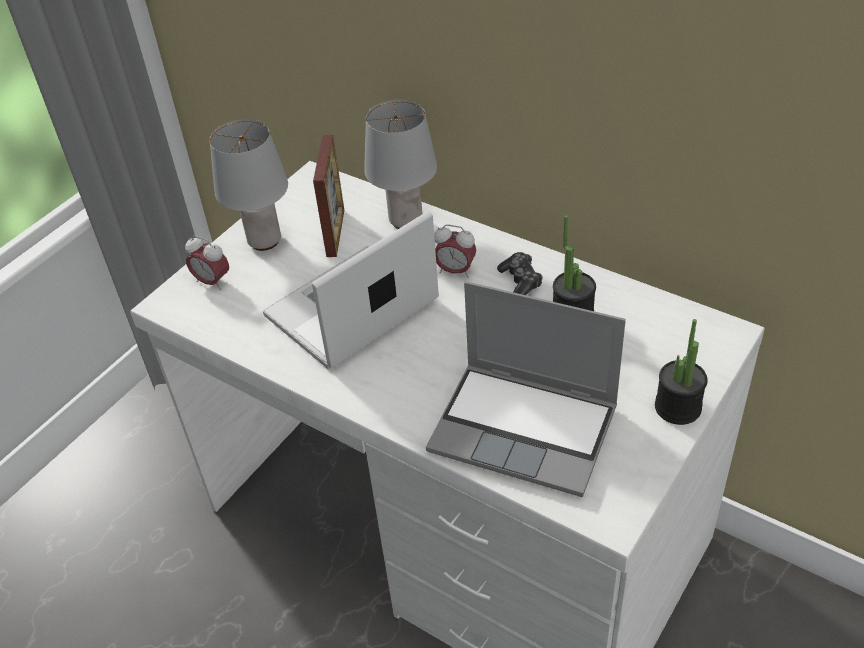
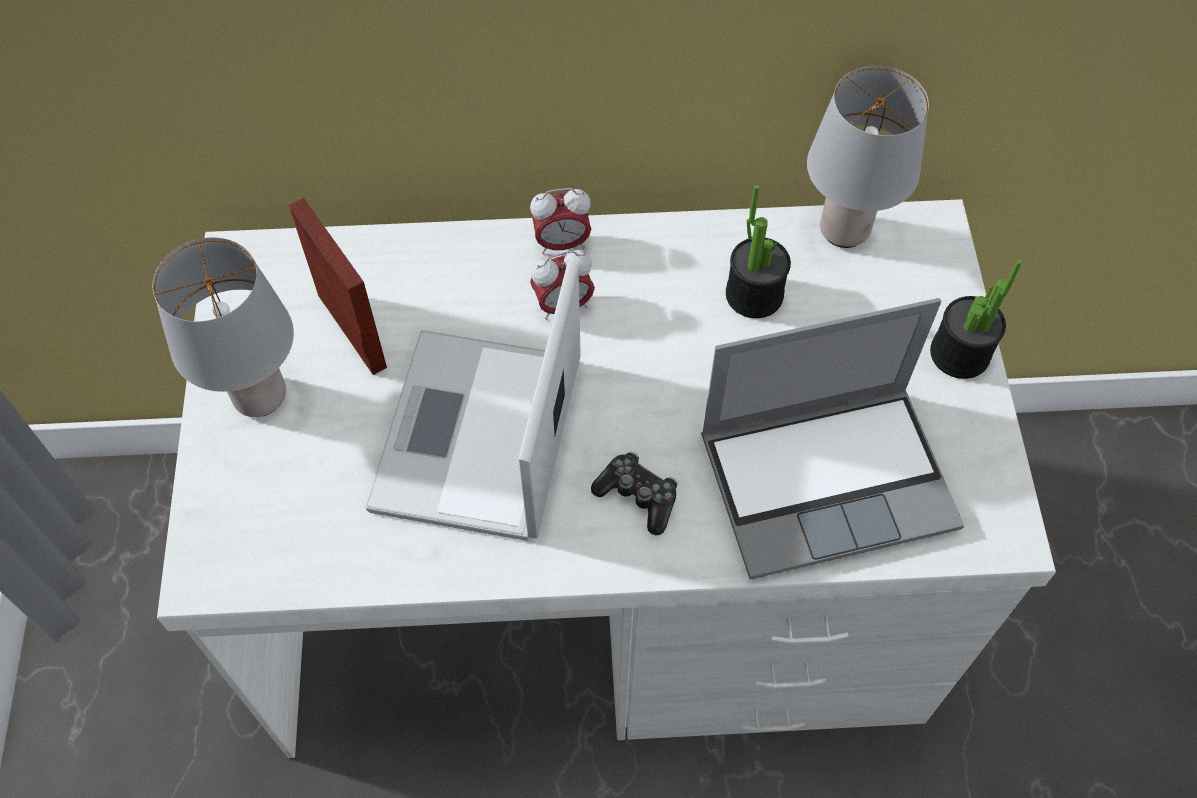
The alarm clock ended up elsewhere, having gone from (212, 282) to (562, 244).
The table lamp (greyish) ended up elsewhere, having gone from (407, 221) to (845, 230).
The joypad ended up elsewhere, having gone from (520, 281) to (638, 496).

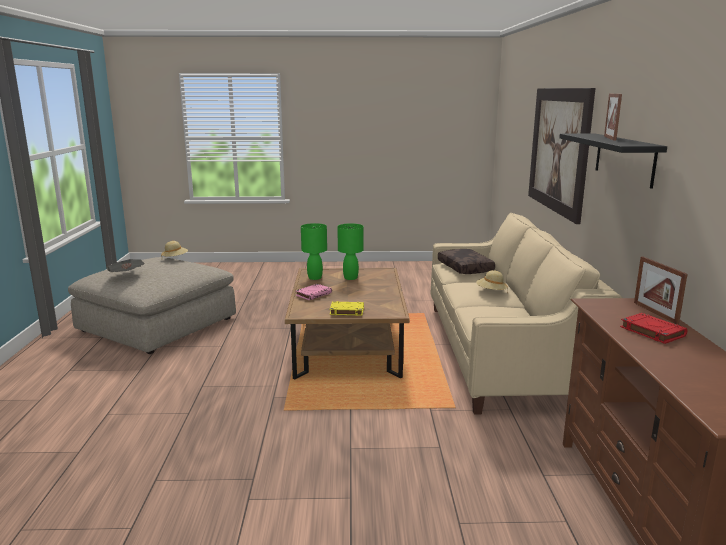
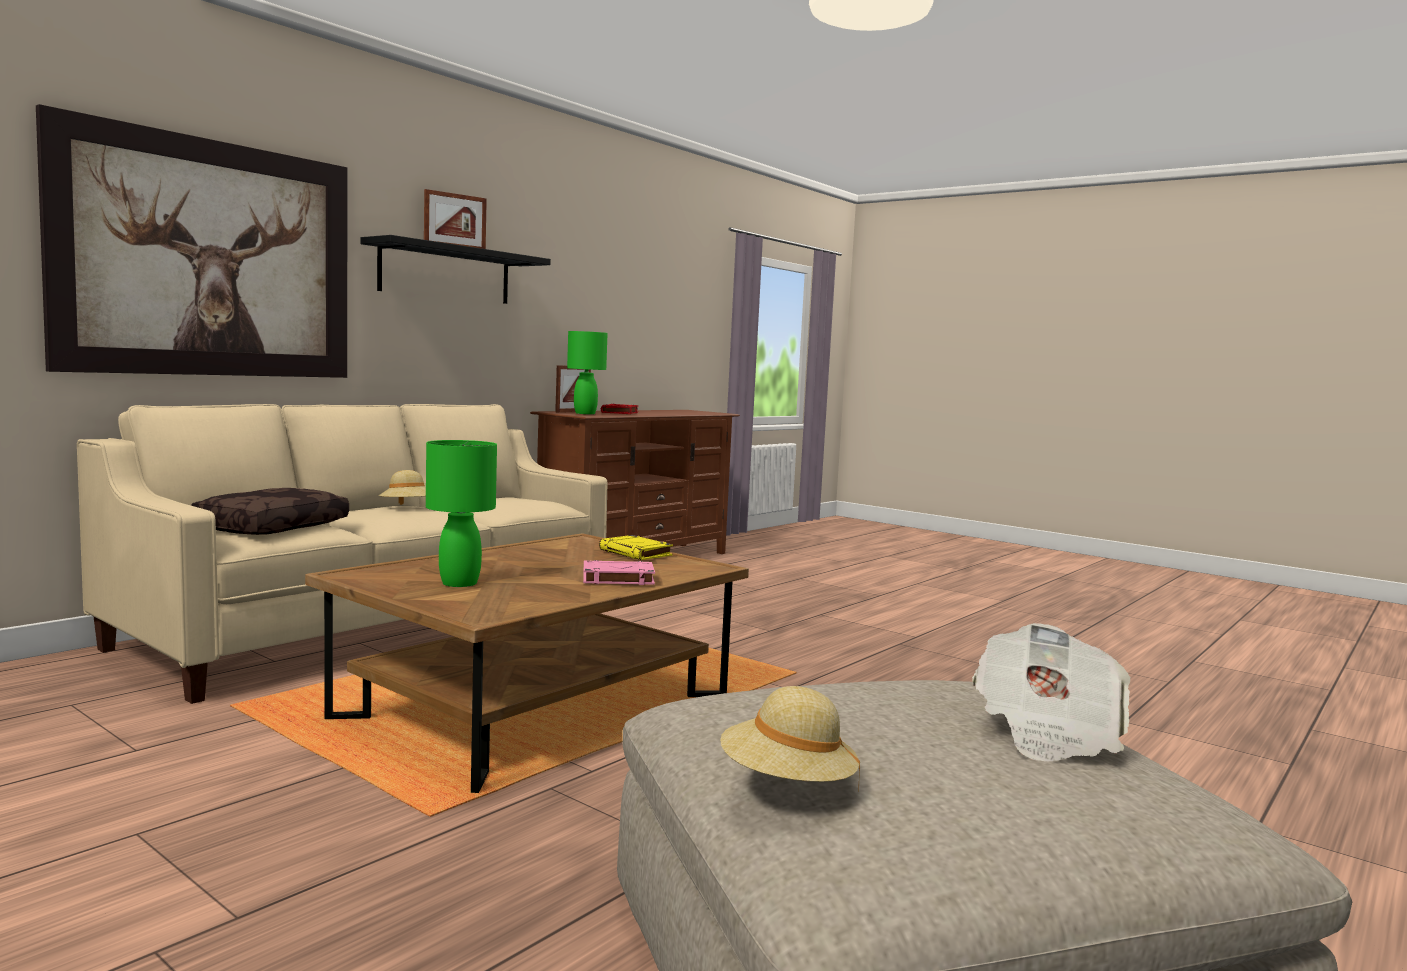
The table lamp (greenish) ended up elsewhere, having gone from (315, 278) to (584, 413).

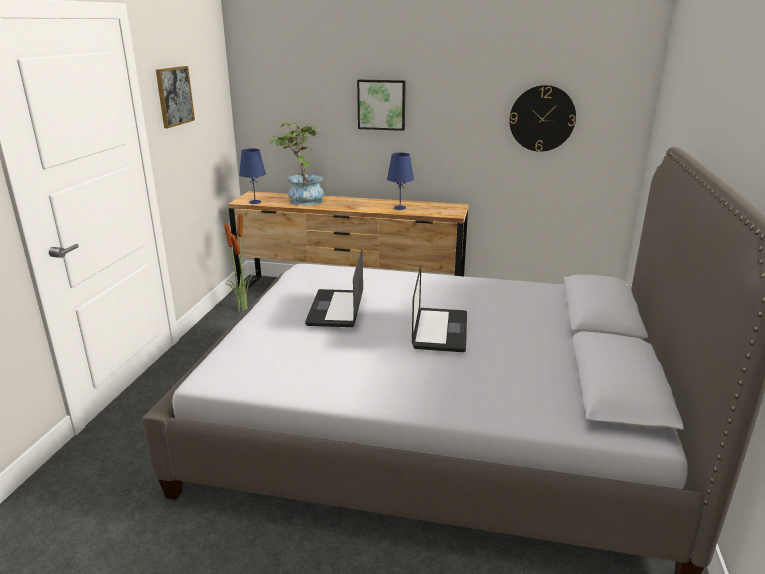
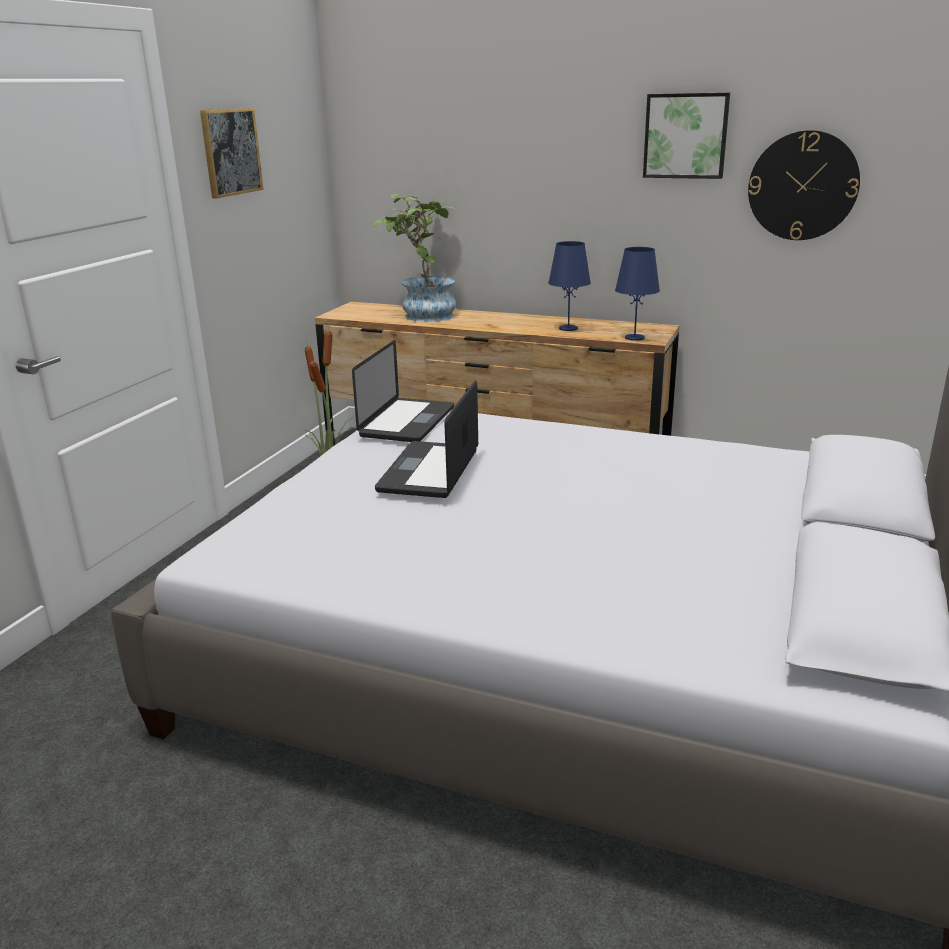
The table lamp (bluish) ended up elsewhere, having gone from (255, 202) to (635, 338).
The wall art ended up elsewhere, having gone from (381, 104) to (686, 136).
The notebook computer ended up elsewhere, having gone from (440, 331) to (407, 422).

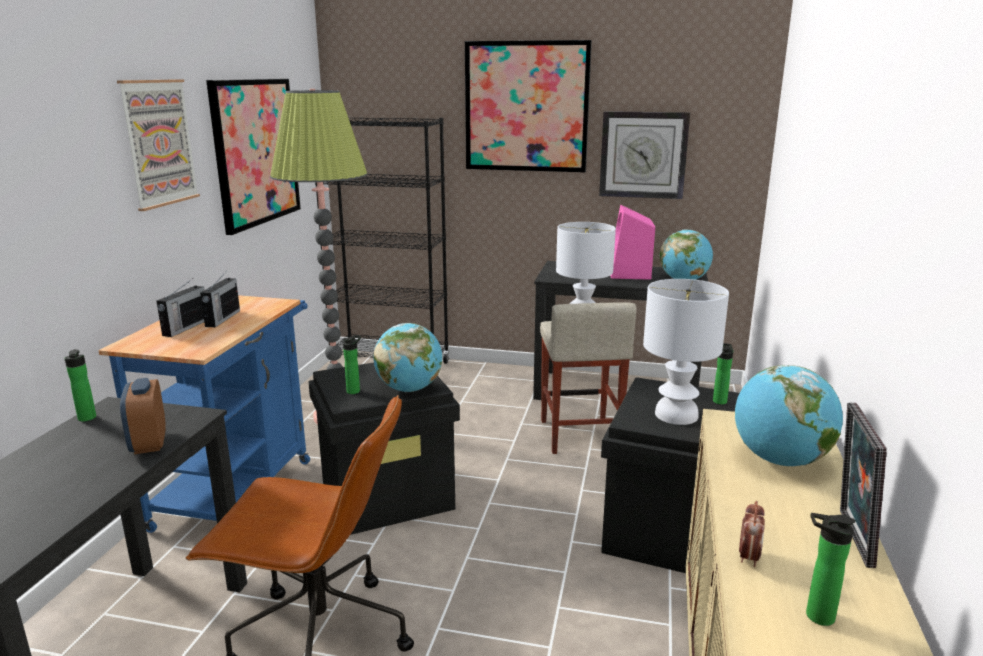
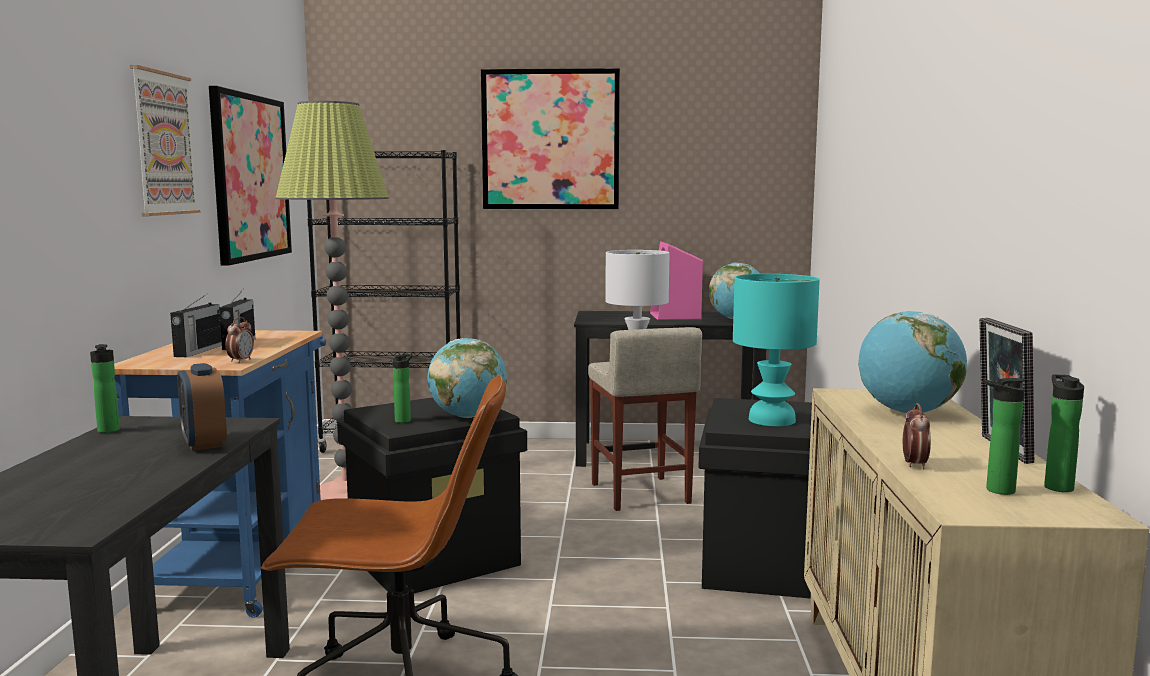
The second view lost the clock on the wall at (643, 155).
The second view gained the alarm clock at (241, 361).
The bottle ended up elsewhere, having gone from (719, 400) to (1057, 486).
What was the table lamp (white) at (675, 415) turned into the table lamp (turquoise-coloured) at (770, 420).

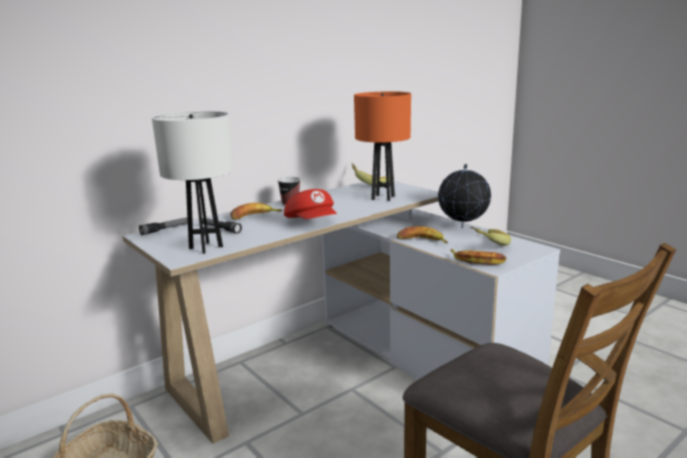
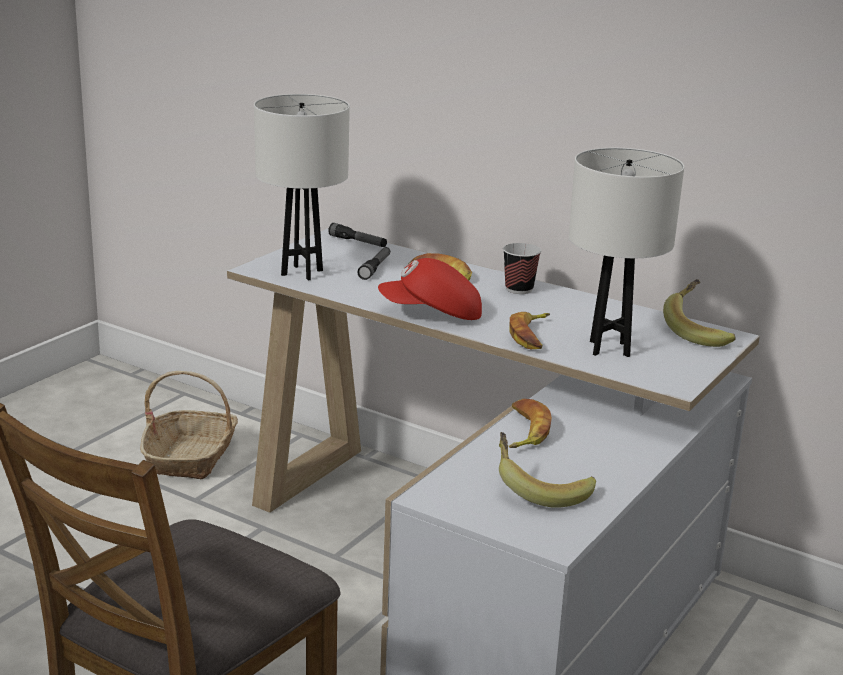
The second view lost the desk globe at (463, 227).
The banana ended up elsewhere, having gone from (477, 260) to (532, 336).
What was the table lamp (orange-coloured) at (383, 198) turned into the table lamp (white) at (609, 348).
The baseball cap (red-coloured) at (312, 223) ended up facing another way, 45 degrees clockwise from before.

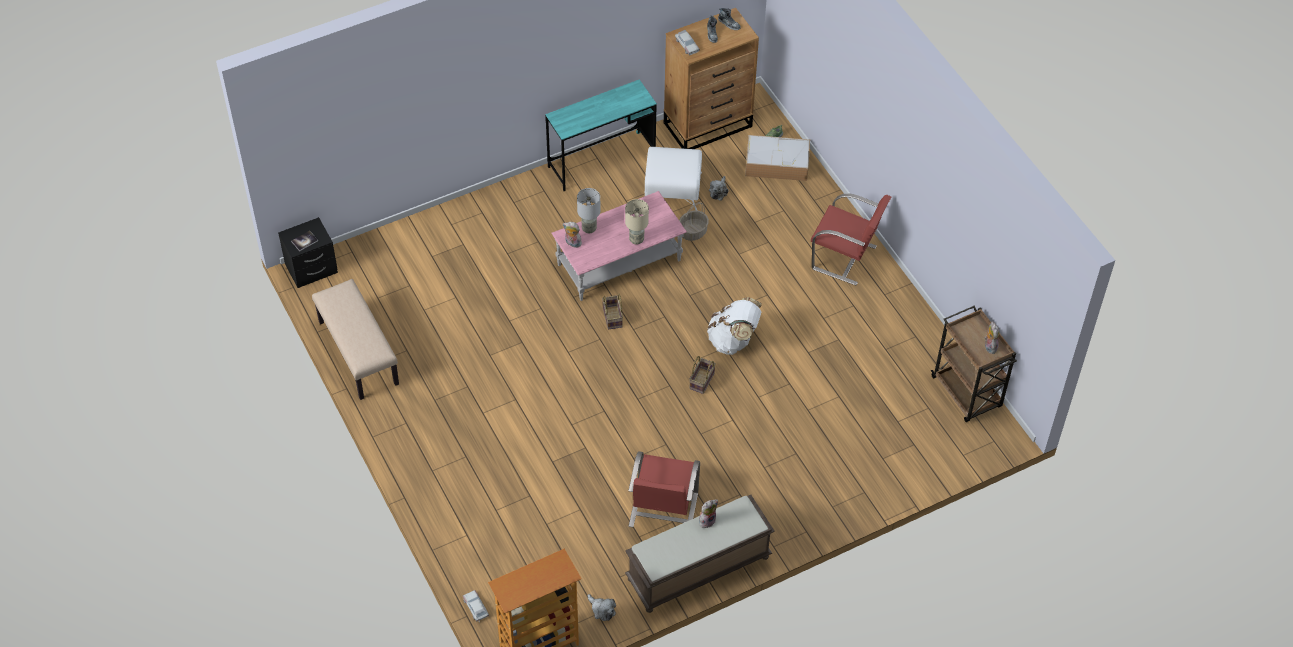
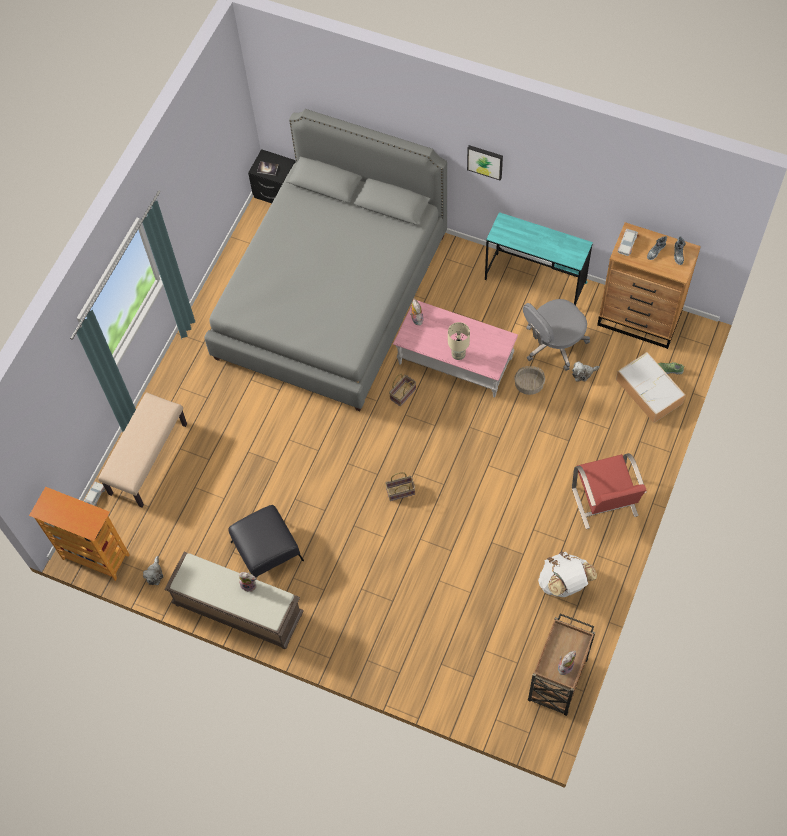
The second view lost the table lamp (greyish) at (589, 229).
The second view gained the bed (greyish) at (331, 296).
The second view gained the wall art at (485, 161).
The indoor bench (beige-coloured) ended up elsewhere, having gone from (357, 353) to (148, 458).
The backpack (white) ended up elsewhere, having gone from (733, 340) to (564, 583).
Where the upright chair (red-coloured) stood at (662, 510), the ottoman (black) came to stand at (267, 550).
Where the ottoman (white) stood at (672, 190), the desk chair (greyish) came to stand at (553, 344).

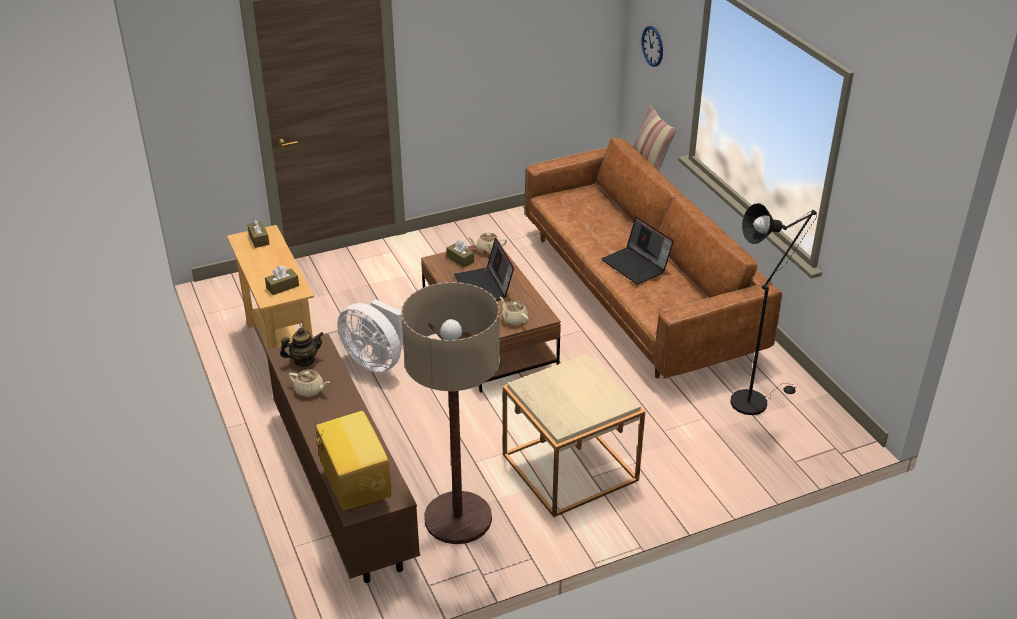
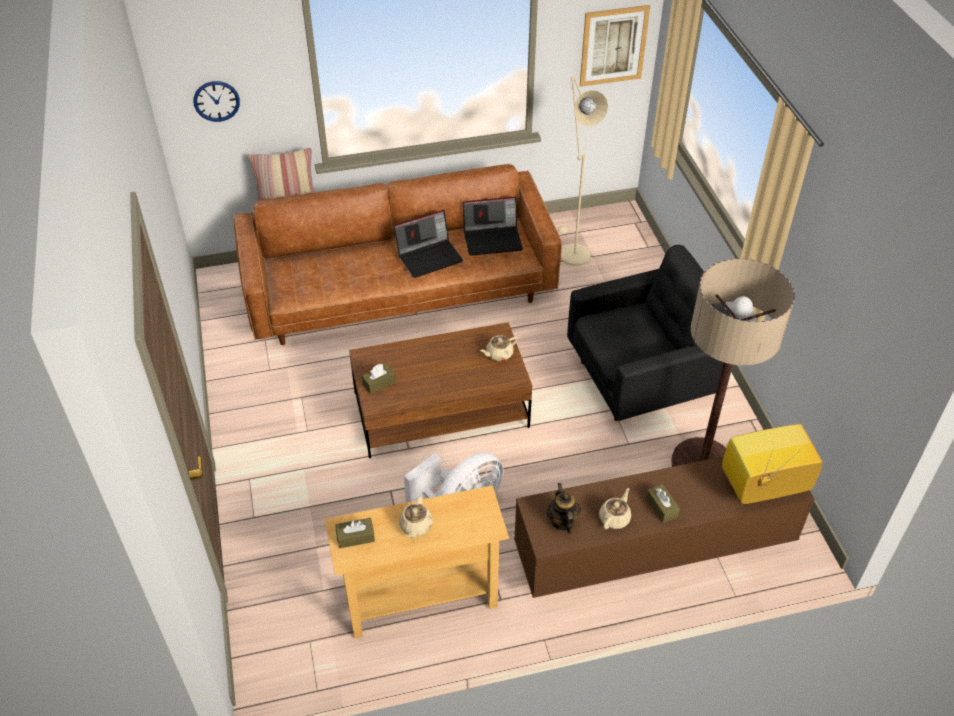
The second view gained the wall art at (613, 45).
The tissue holder (brown) ended up elsewhere, having gone from (282, 287) to (661, 507).
The notebook computer ended up elsewhere, having gone from (484, 287) to (493, 239).
The pot for tea (beige-coloured) ended up elsewhere, having gone from (487, 250) to (415, 526).
Where the accent table (beige-coloured) stood at (570, 467), the lounge chair (black) came to stand at (642, 378).
What was the standard lamp (black) at (754, 400) turned into the standard lamp (beige-coloured) at (571, 251).

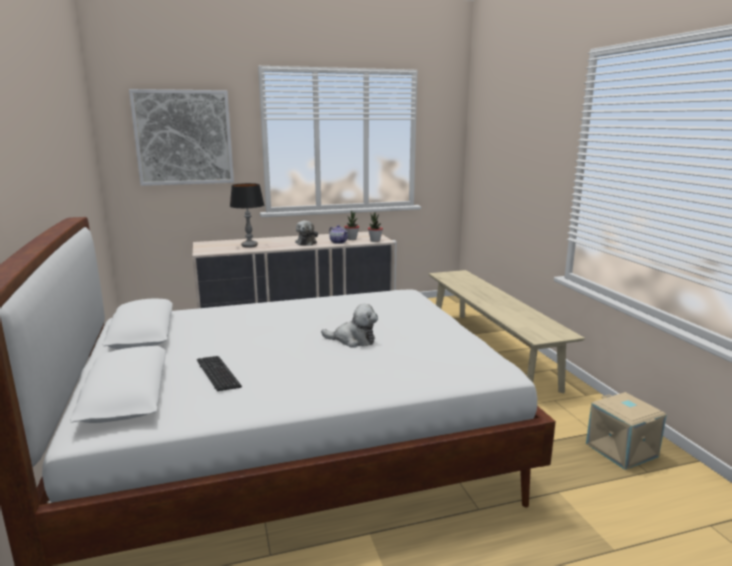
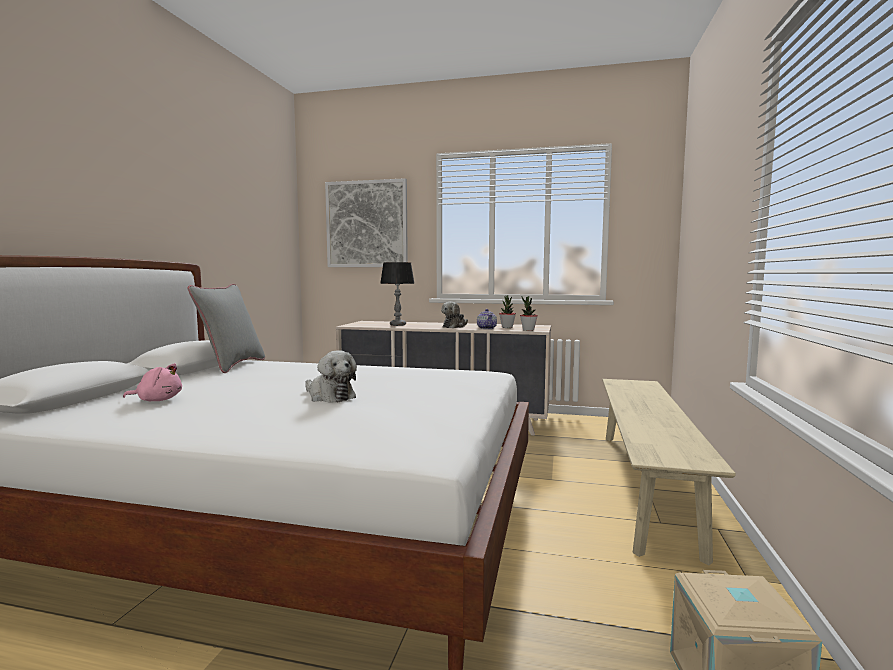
The second view gained the pillow (greyish) at (232, 365).
Where the keyboard stood at (218, 374), the plush toy (pink) came to stand at (157, 400).

